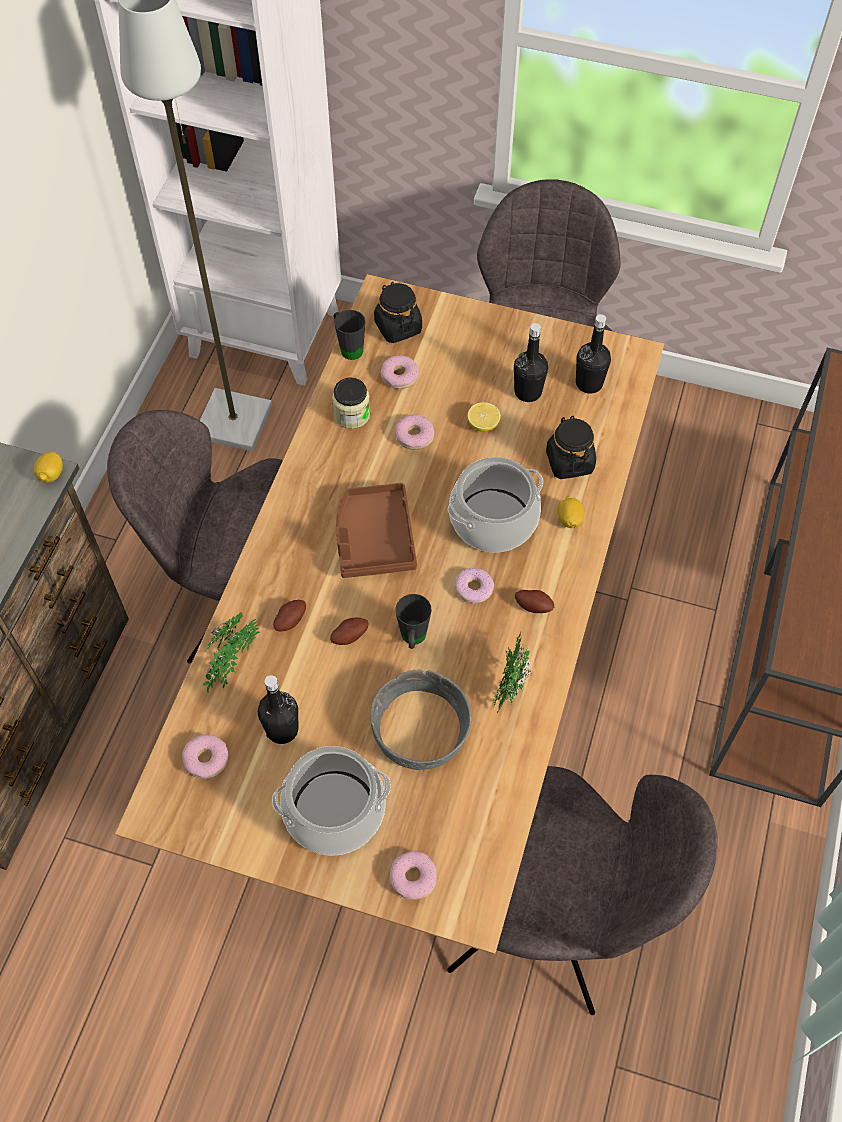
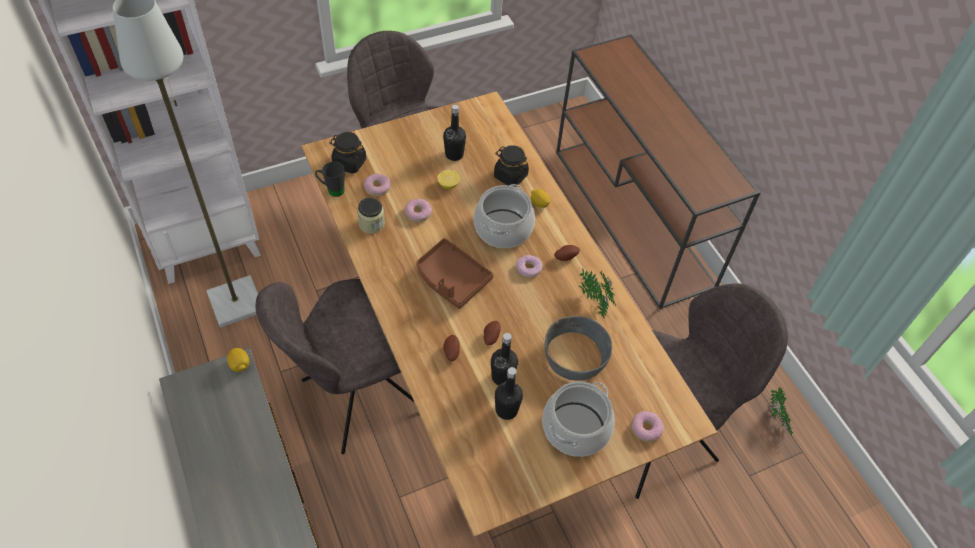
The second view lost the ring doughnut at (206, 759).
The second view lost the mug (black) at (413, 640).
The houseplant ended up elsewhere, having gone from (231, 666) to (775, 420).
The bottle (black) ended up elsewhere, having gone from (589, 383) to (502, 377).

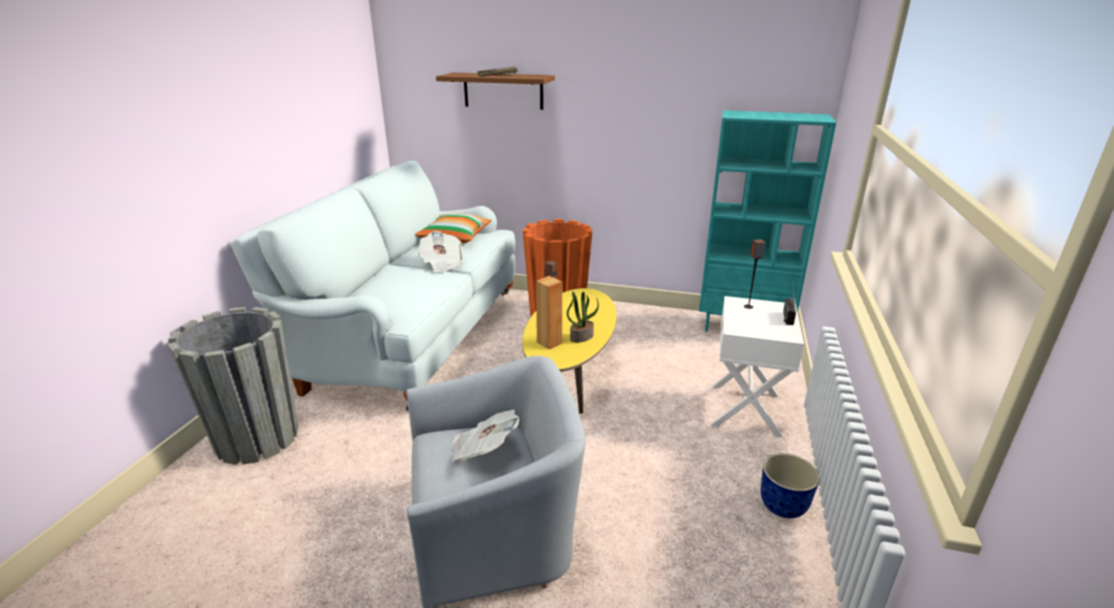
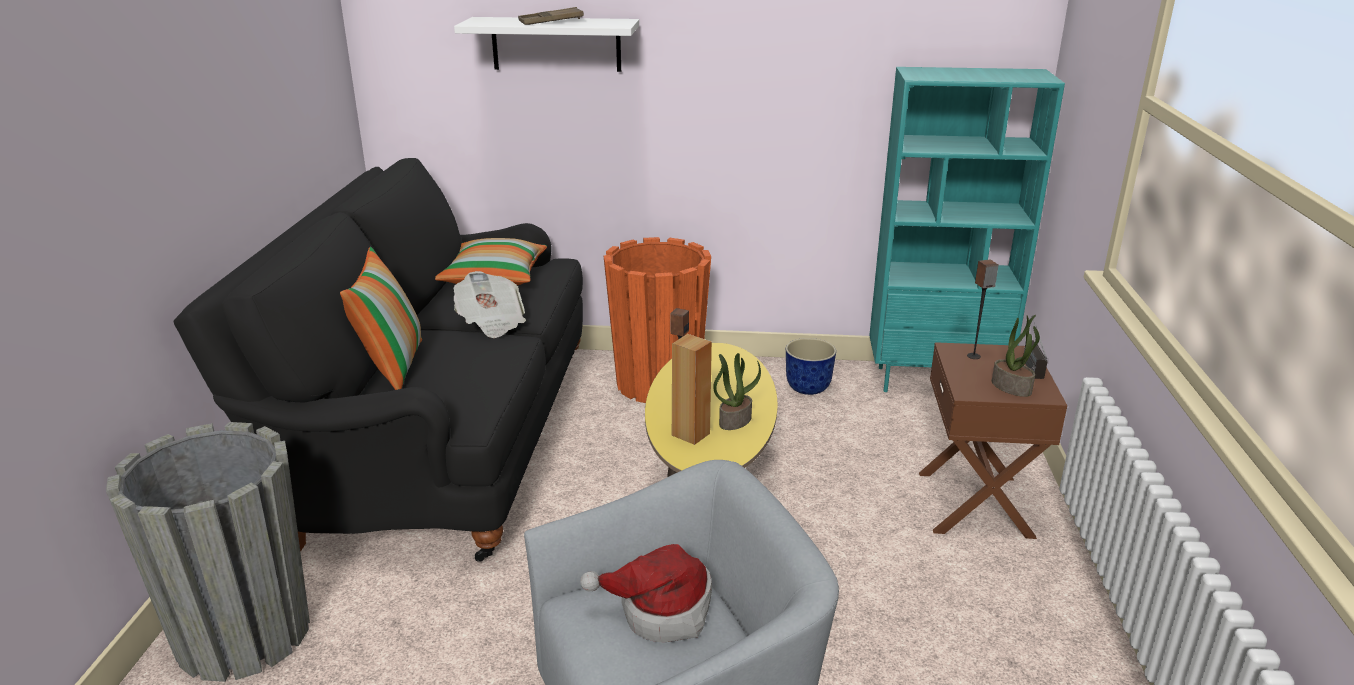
The second view gained the pillow at (392, 365).
The second view gained the houseplant at (1012, 387).
The planter ended up elsewhere, having gone from (782, 506) to (807, 388).
Where the newspaper stood at (483, 450), the hat came to stand at (660, 611).
What was the sofa (white) at (410, 336) turned into the sofa (black) at (438, 439).
What was the shelf (brown) at (503, 91) turned into the shelf (white) at (556, 44).
What was the bedside table (white) at (746, 409) turned into the bedside table (brown) at (976, 504).

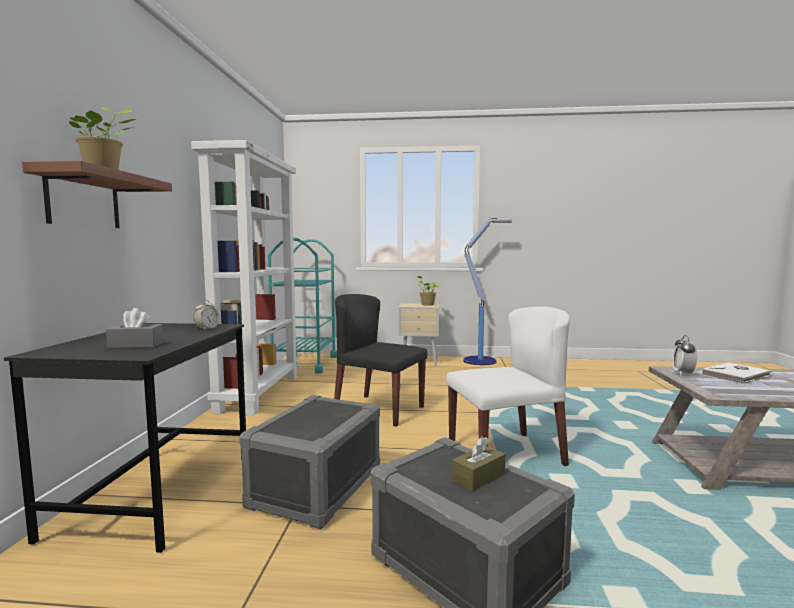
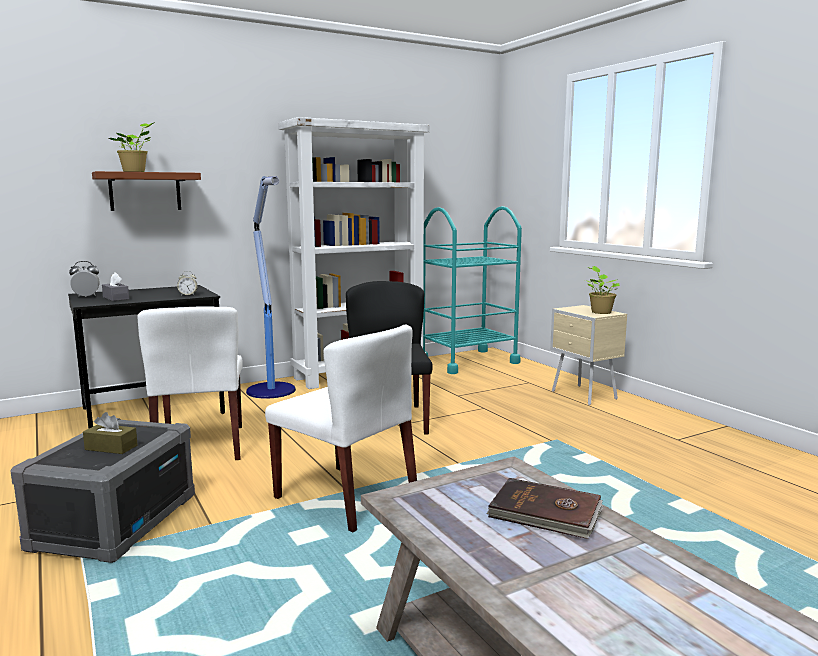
The standard lamp ended up elsewhere, having gone from (481, 361) to (272, 391).
The alarm clock ended up elsewhere, having gone from (683, 373) to (86, 296).
Where the storage box (greyish) stood at (317, 487), the upright chair (white) came to stand at (201, 445).
What was the bound book (white) at (736, 376) turned into the bound book (brown) at (545, 513).

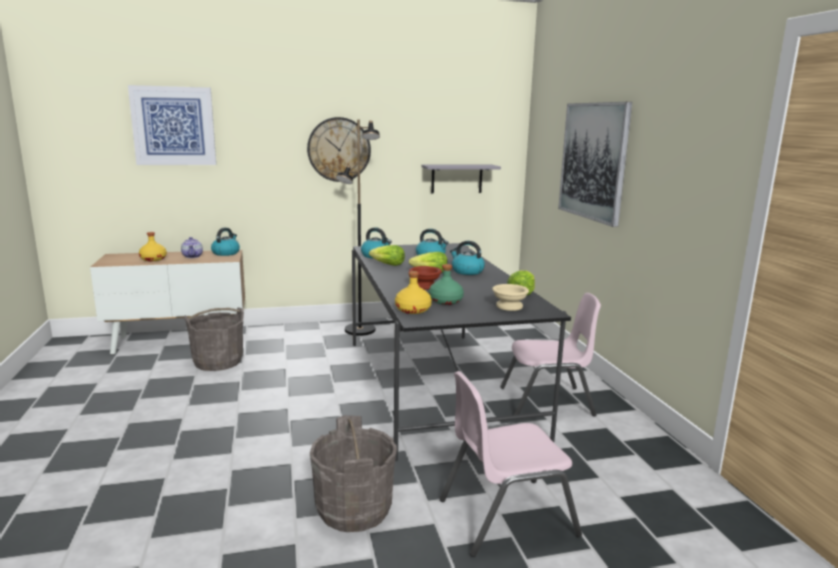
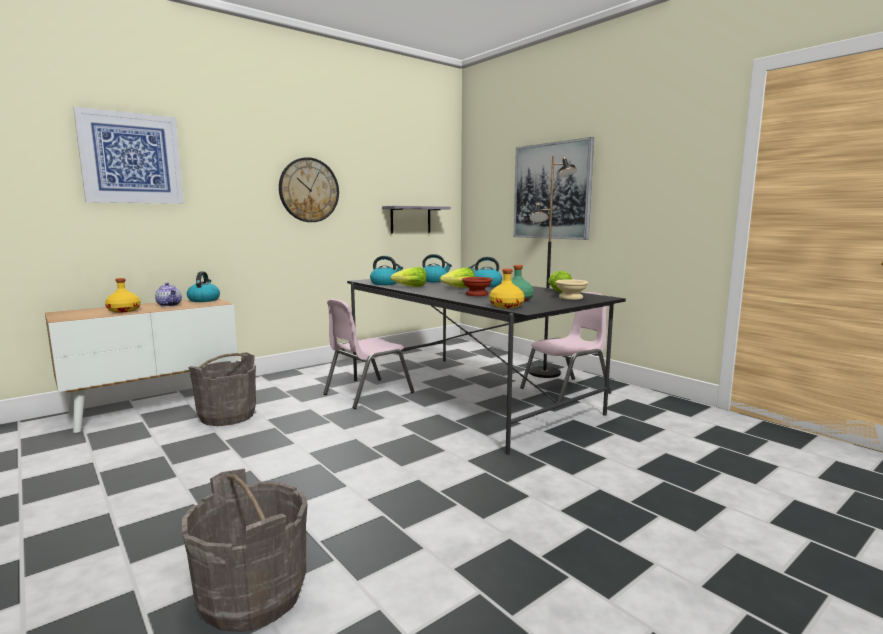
The water bucket (greyish) ended up elsewhere, having gone from (354, 509) to (252, 595).
The standard lamp (black) ended up elsewhere, having gone from (360, 330) to (545, 373).
The upright chair (pink) ended up elsewhere, having gone from (505, 516) to (367, 393).

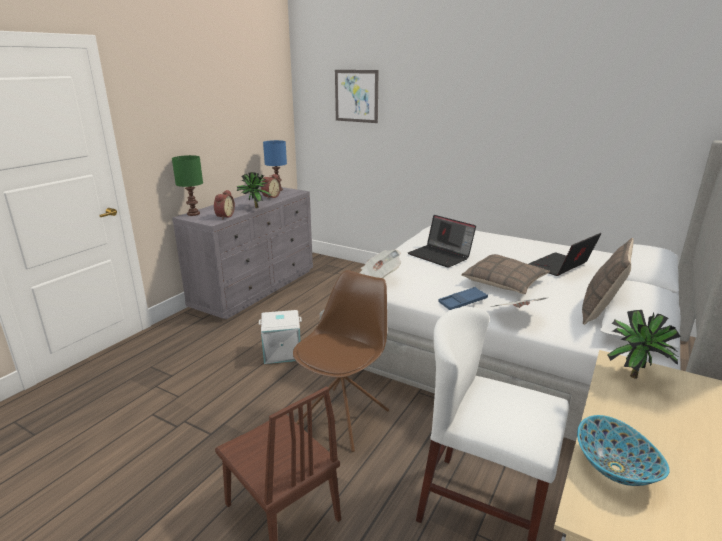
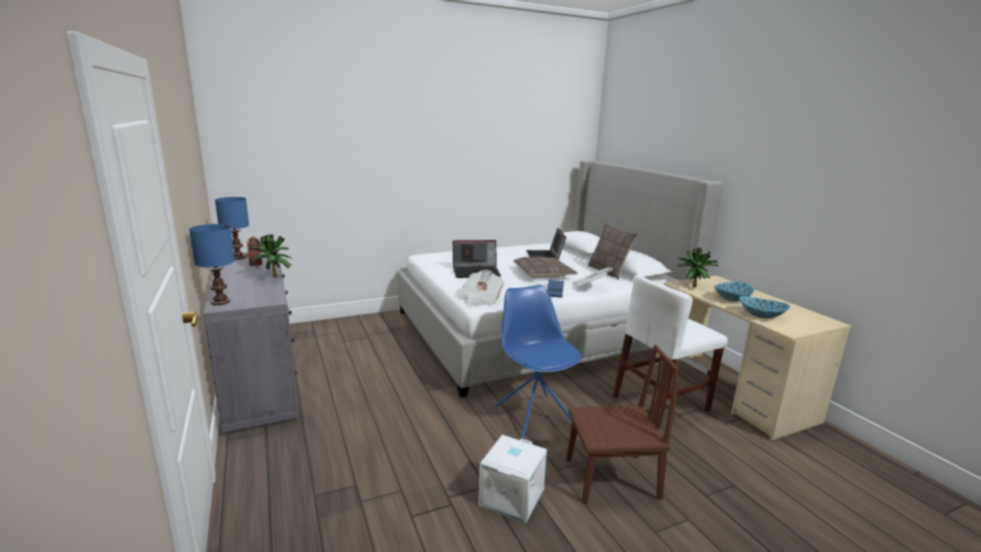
The second view lost the alarm clock at (224, 216).
The second view lost the wall art at (356, 96).
The second view gained the bowl at (732, 299).
The storage box (white) ended up elsewhere, having gone from (282, 351) to (511, 497).
What was the table lamp (greenish) at (193, 214) turned into the table lamp (bluish) at (221, 302).
What was the upright chair (brown) at (344, 417) turned into the upright chair (bluish) at (534, 414).

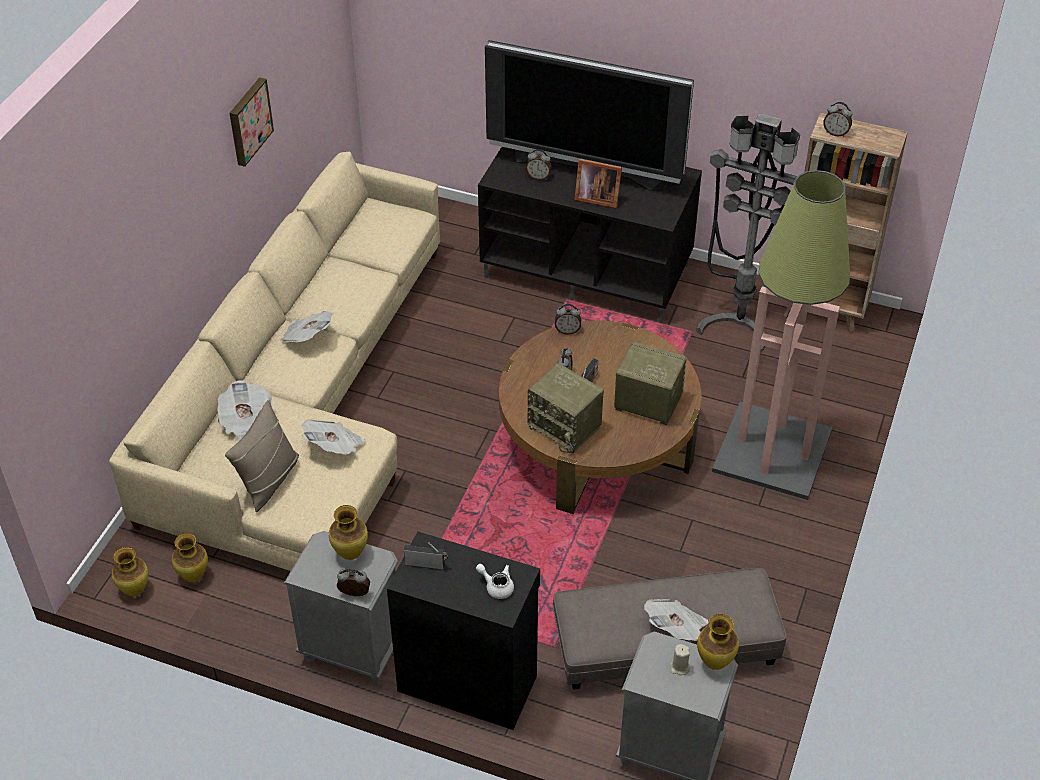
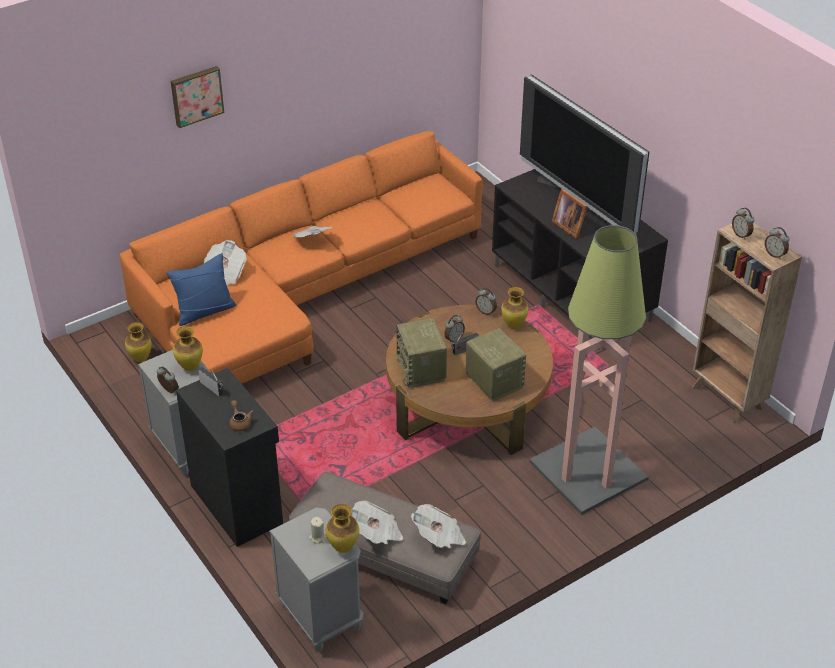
The second view lost the standard lamp (greyish) at (738, 323).
The decorative vase ended up elsewhere, having gone from (135, 591) to (513, 326).
The wall art ended up elsewhere, having gone from (248, 121) to (196, 95).
The newspaper ended up elsewhere, having gone from (335, 447) to (439, 537).
The alarm clock ended up elsewhere, having gone from (538, 177) to (775, 254).
What was the sofa (beige-coloured) at (304, 405) turned into the sofa (orange-coloured) at (300, 292).
What was the pillow (beige-coloured) at (268, 480) turned into the pillow (bluish) at (204, 311).
What was the pot for tea (white) at (496, 586) turned into the pot for tea (brown) at (240, 422).

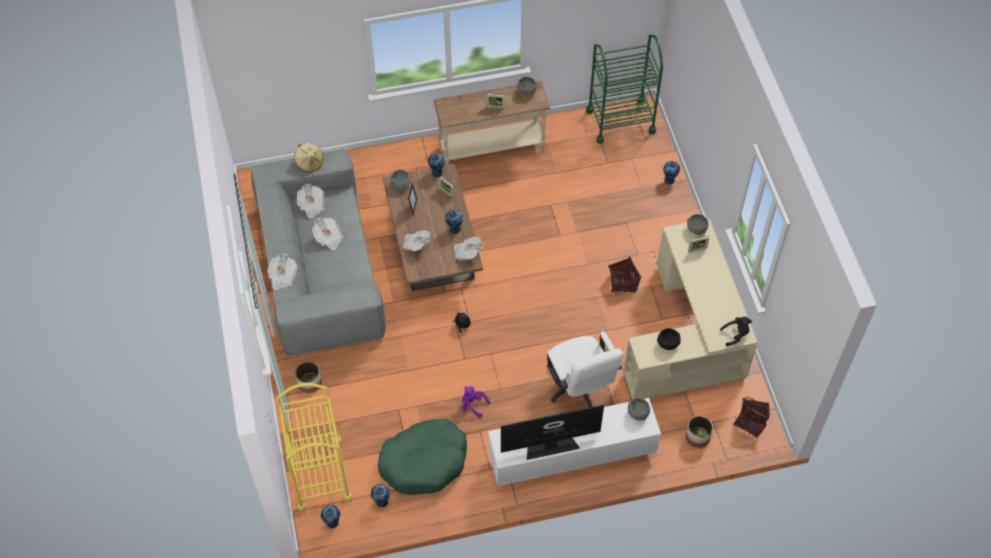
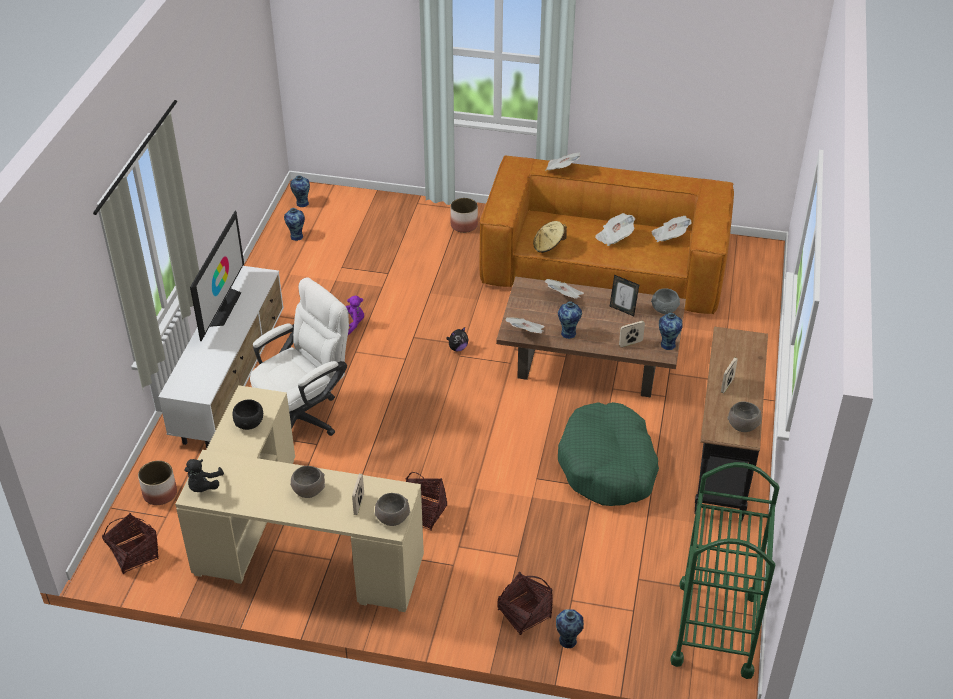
The second view lost the trolley (yellowish) at (320, 474).
The second view gained the household basket at (524, 614).
The hat (beige-coloured) ended up elsewhere, having gone from (310, 163) to (548, 246).
The dog bed (greenish) ended up elsewhere, having gone from (424, 461) to (607, 466).
The bowl (greyish) ended up elsewhere, having gone from (637, 413) to (308, 490).
What was the sofa (greyish) at (321, 269) turned into the sofa (brown) at (604, 266).
What was the narrow table (beige-coloured) at (492, 149) turned into the narrow table (black) at (721, 461).
The desk chair (white) at (579, 389) ended up facing another way, 135 degrees clockwise from before.

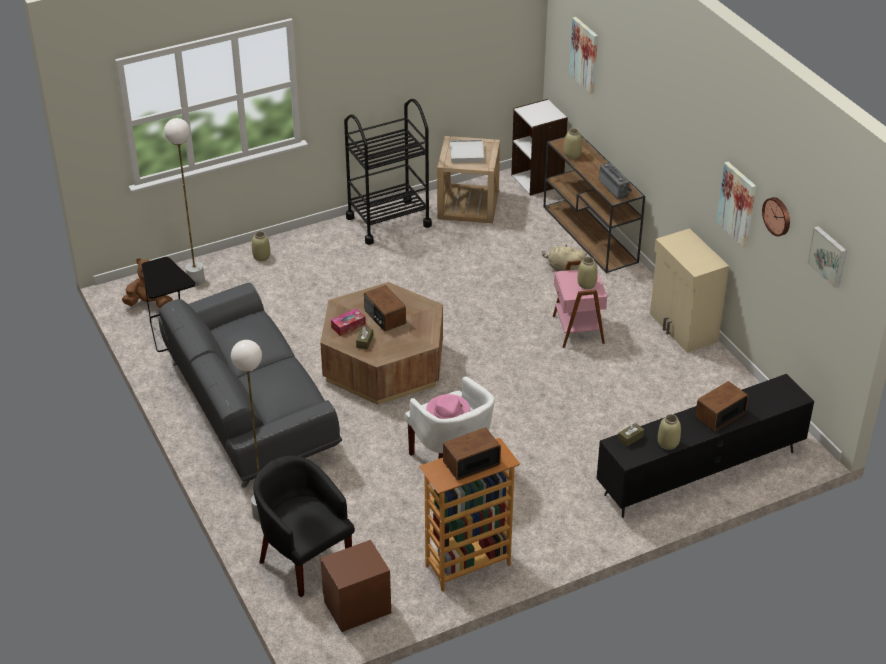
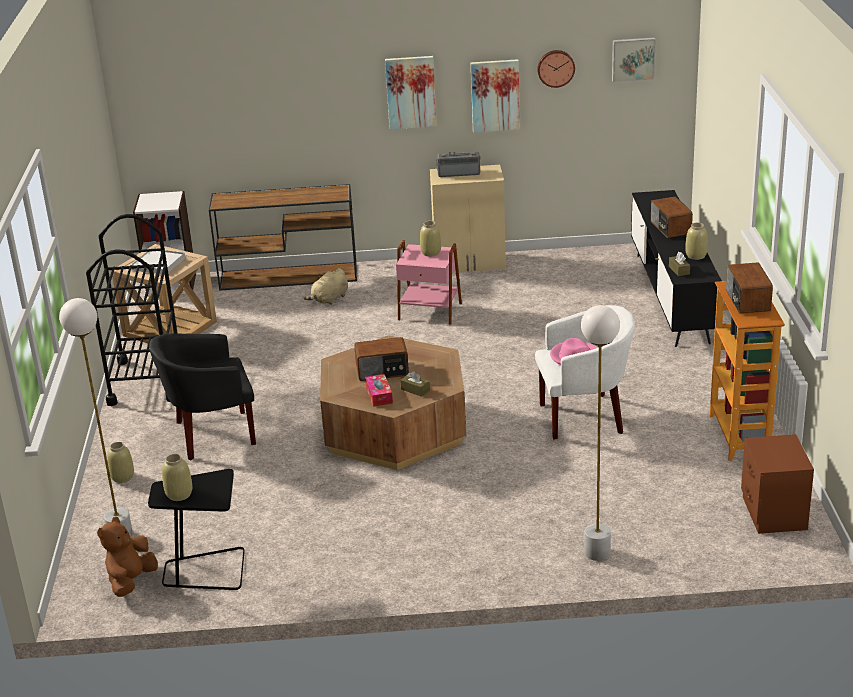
The second view lost the sofa (greyish) at (249, 408).
The lounge chair (black) ended up elsewhere, having gone from (304, 560) to (211, 435).
The decorative vase (beige-coloured) ended up elsewhere, having gone from (572, 155) to (179, 495).
The wall art ended up elsewhere, having gone from (584, 55) to (410, 92).
The radio set ended up elsewhere, having gone from (615, 188) to (458, 173).

